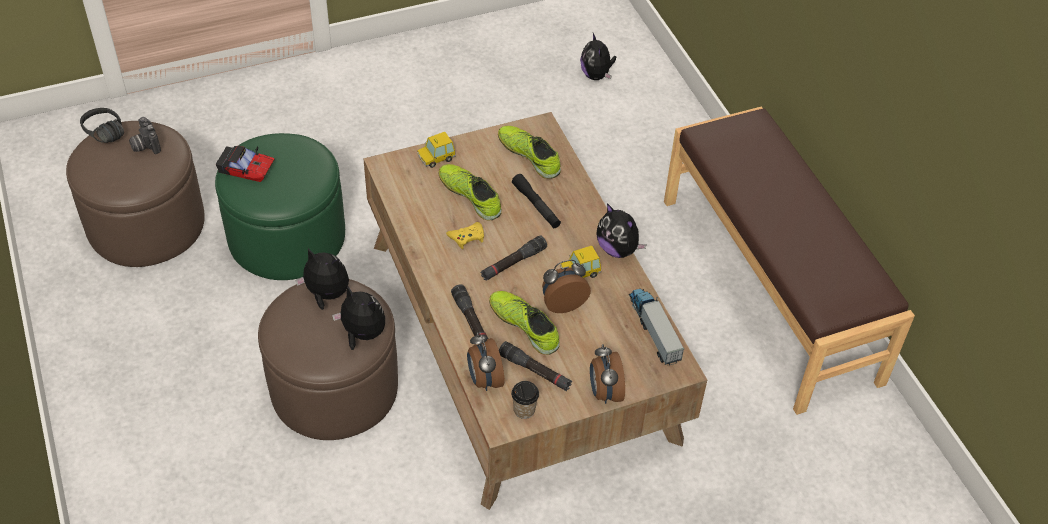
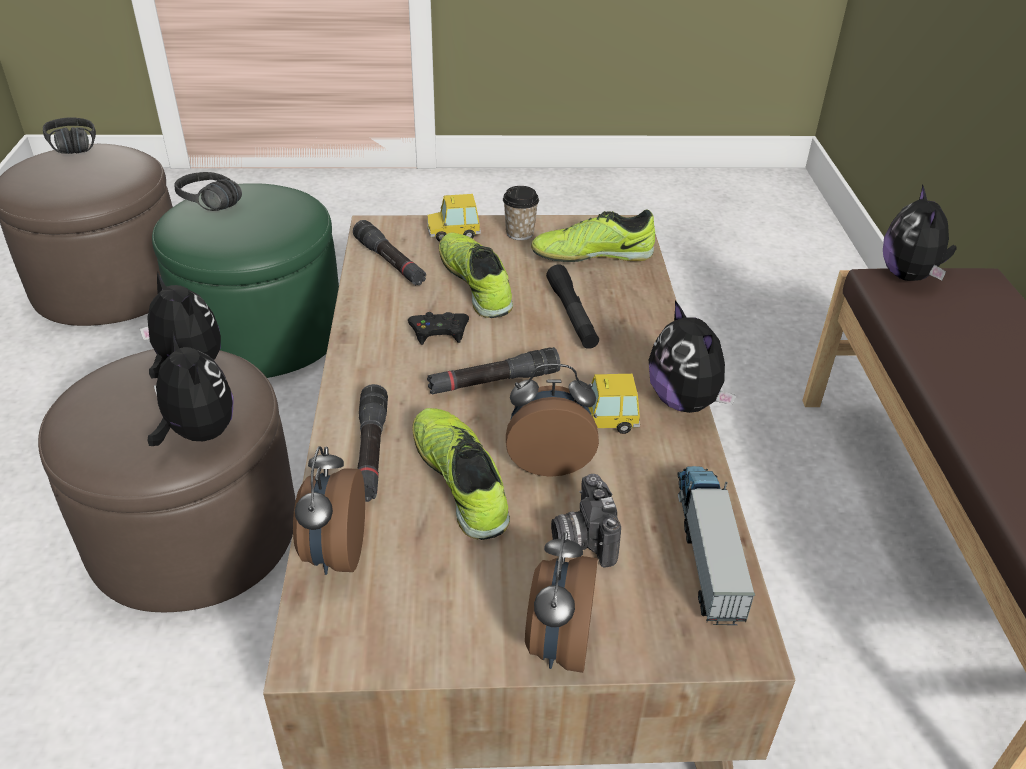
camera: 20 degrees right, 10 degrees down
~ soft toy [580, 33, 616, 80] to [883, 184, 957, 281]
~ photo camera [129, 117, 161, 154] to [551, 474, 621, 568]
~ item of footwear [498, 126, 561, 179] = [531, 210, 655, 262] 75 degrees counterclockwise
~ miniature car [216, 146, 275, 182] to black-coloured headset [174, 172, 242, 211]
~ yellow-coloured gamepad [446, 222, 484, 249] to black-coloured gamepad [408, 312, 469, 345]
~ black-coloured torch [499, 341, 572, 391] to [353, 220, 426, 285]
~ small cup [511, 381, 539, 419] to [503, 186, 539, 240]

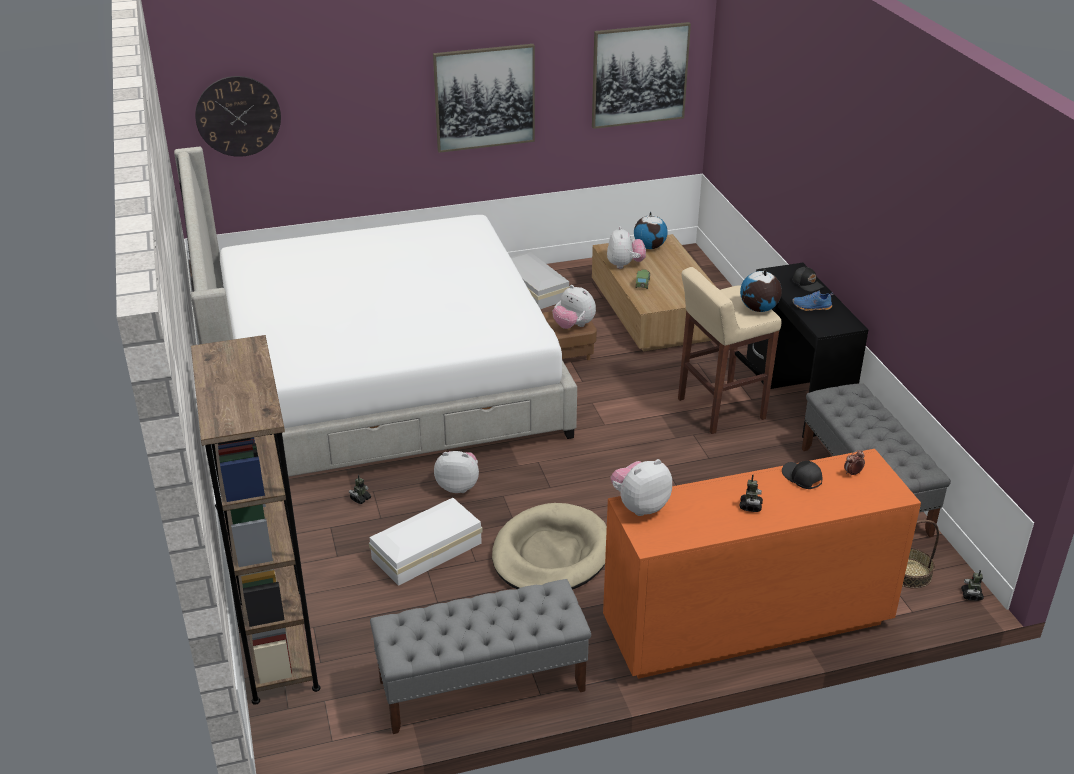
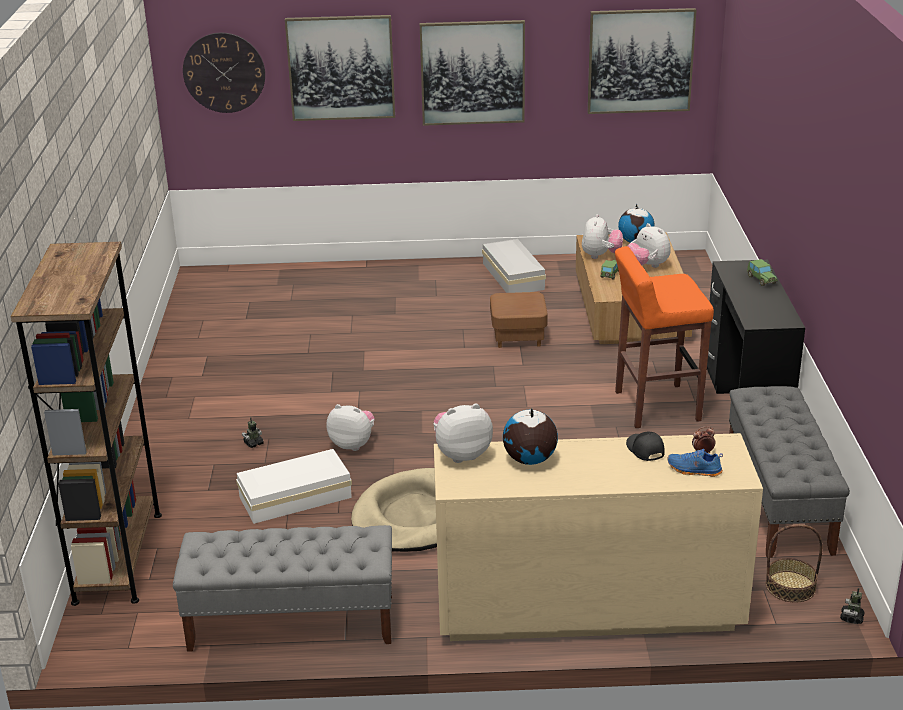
camera: 15 degrees right, 5 degrees down
- bed [174, 147, 577, 477]
~ beige stool [678, 267, 782, 434] to orangey stool [615, 246, 714, 428]
~ black-coloured cap [793, 267, 824, 292] to miniature car [747, 259, 778, 286]
~ desk globe [740, 269, 782, 312] to [503, 407, 558, 465]
~ soft toy [553, 285, 596, 329] to [627, 223, 671, 268]
~ blue-coloured item of footwear [792, 291, 833, 311] to [667, 449, 723, 477]
~ orangey chest of drawers [603, 449, 921, 679] to beige chest of drawers [434, 433, 763, 641]
- toy robot [739, 474, 763, 512]
+ wall art [285, 15, 395, 121]

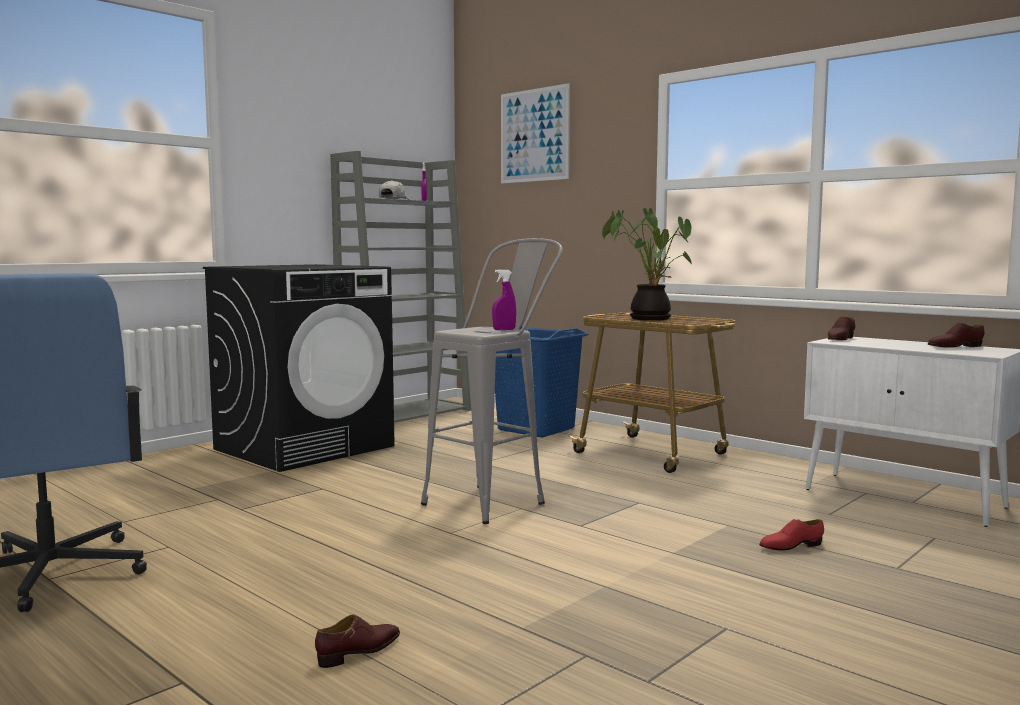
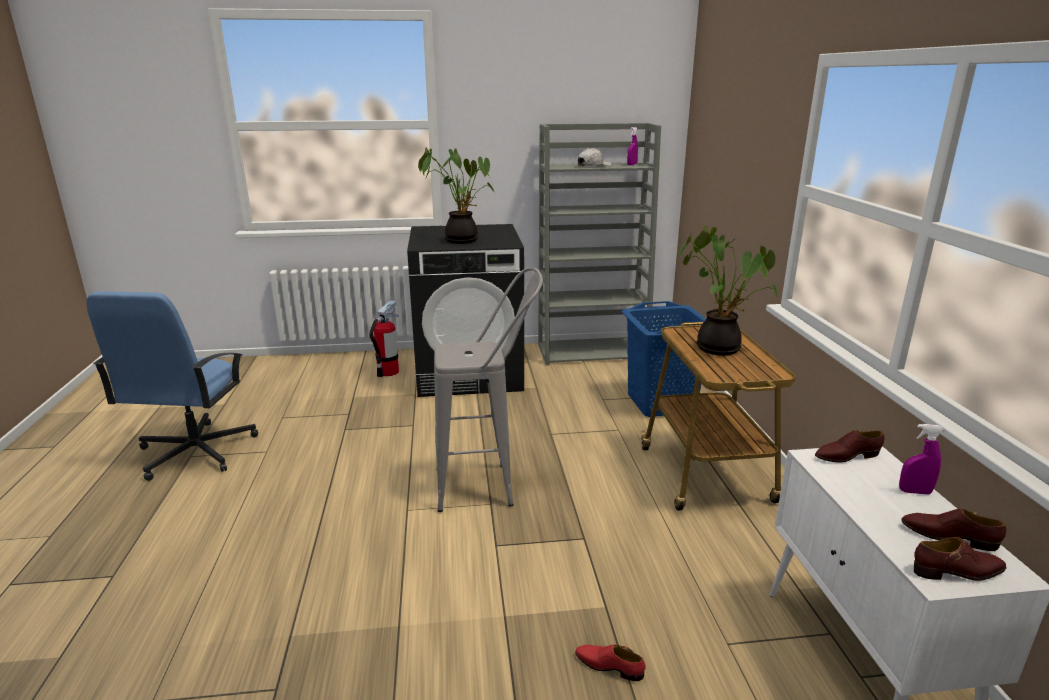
camera: 40 degrees right, 15 degrees up
- wall art [501, 83, 570, 183]
~ purple-coloured sprayer [492, 269, 516, 330] to [899, 424, 944, 495]
~ brownish item of footwear [315, 615, 400, 668] to [914, 537, 1007, 581]
+ houseplant [418, 147, 494, 244]
+ fire extinguisher [369, 300, 399, 377]

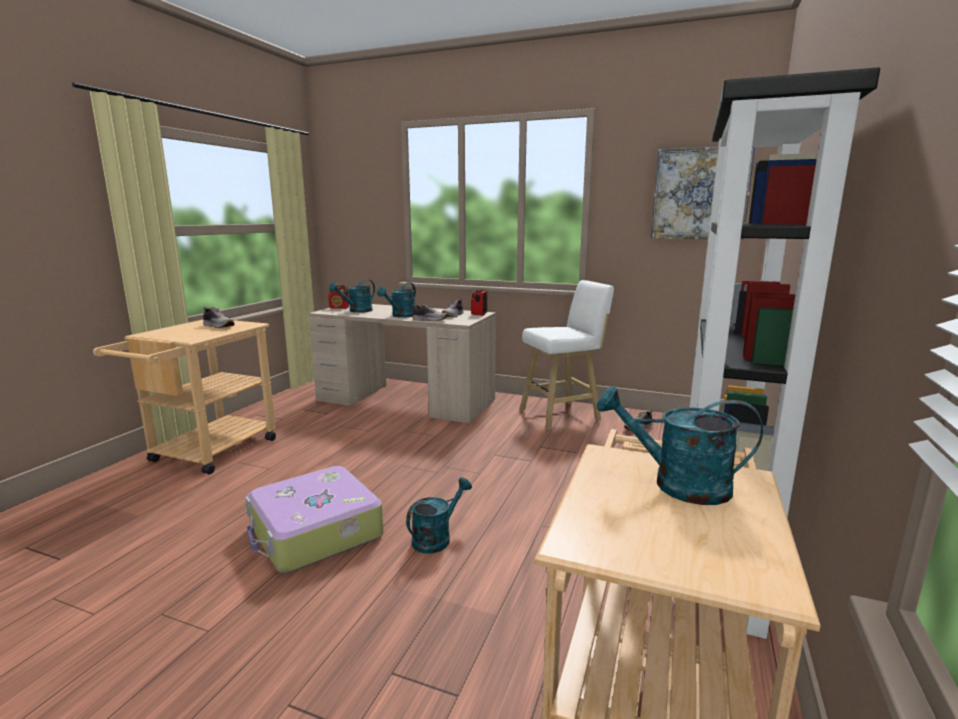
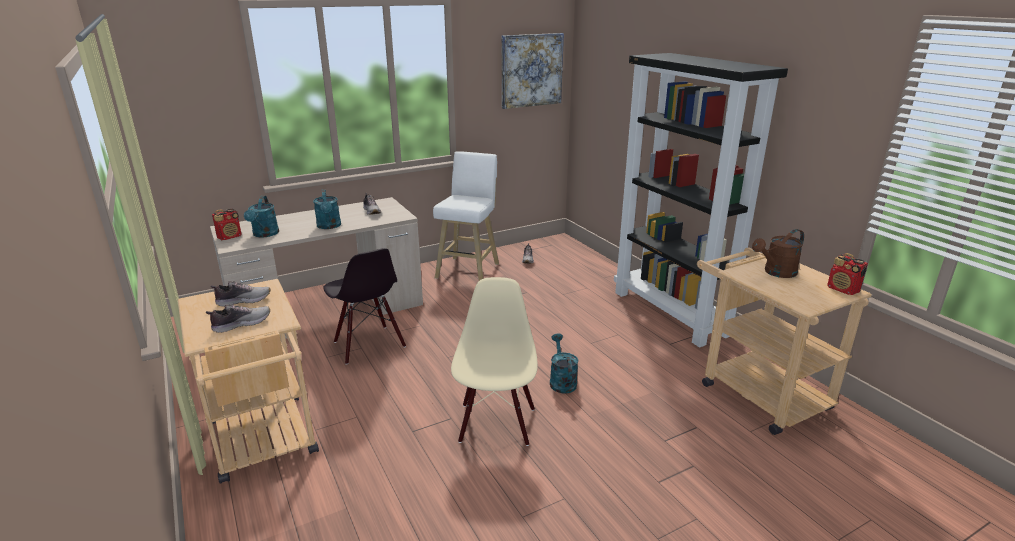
camera: 50 degrees left, 10 degrees up
~ radio [471, 288, 487, 316] to [827, 253, 868, 295]
~ item of footwear [412, 304, 448, 321] to [206, 304, 270, 333]
~ turquoise-coloured sprinkling can [596, 386, 763, 505] to brownish sprinkling can [752, 229, 804, 278]
~ travel case [245, 466, 384, 573] to beige upright chair [451, 277, 538, 446]
+ black-coloured upright chair [323, 248, 406, 365]

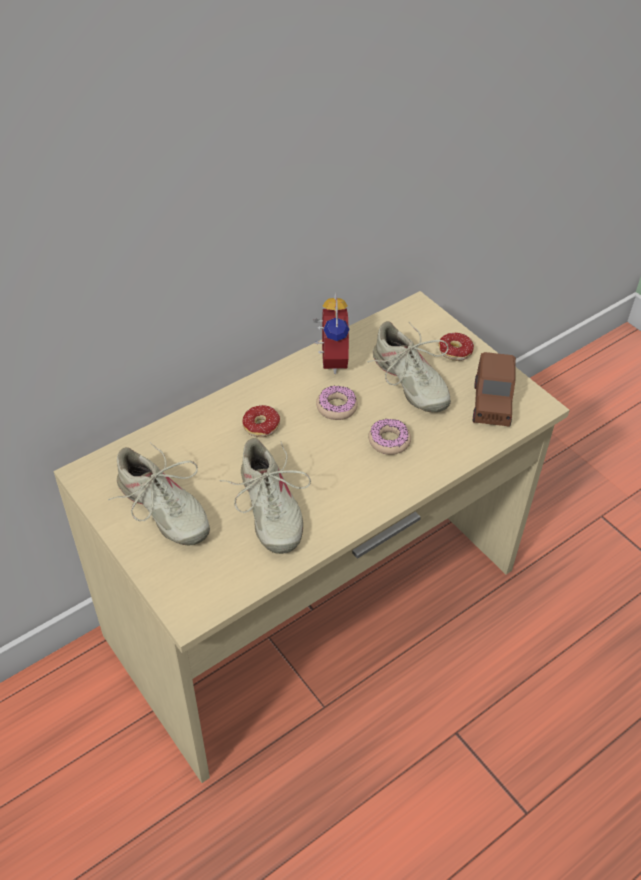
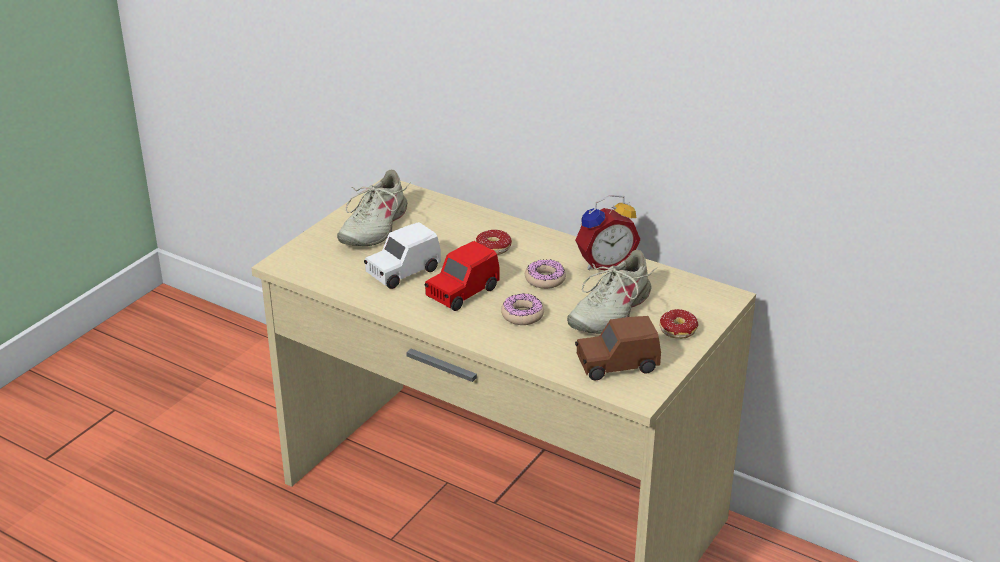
camera: 70 degrees right, 15 degrees down
~ beige item of footwear [220, 438, 311, 554] to white-coloured miniature car [364, 222, 441, 289]
+ reddish miniature car [425, 241, 500, 311]

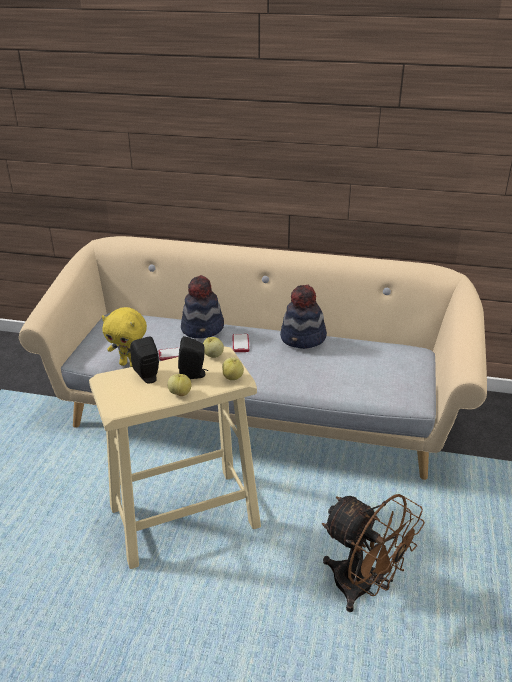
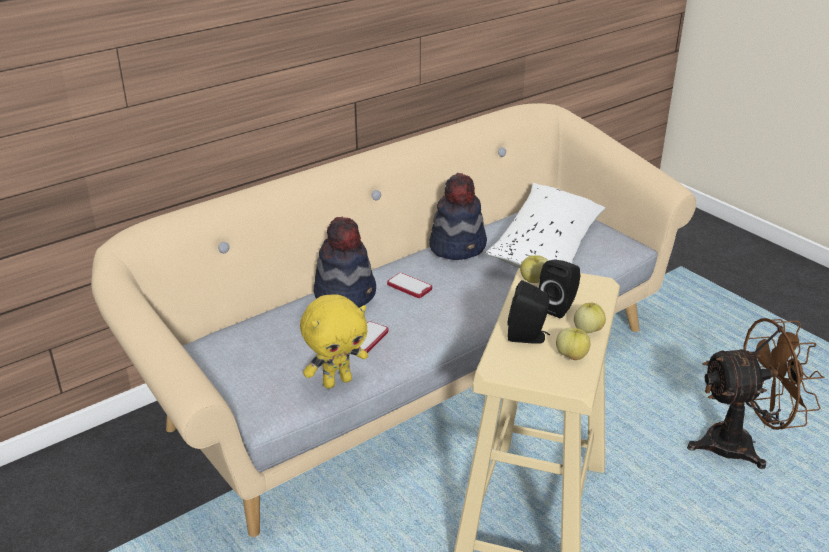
camera: 50 degrees left, 0 degrees up
~ whole apple [222, 357, 244, 380] to [556, 327, 590, 360]
+ white-coloured throw pillow [485, 183, 605, 268]

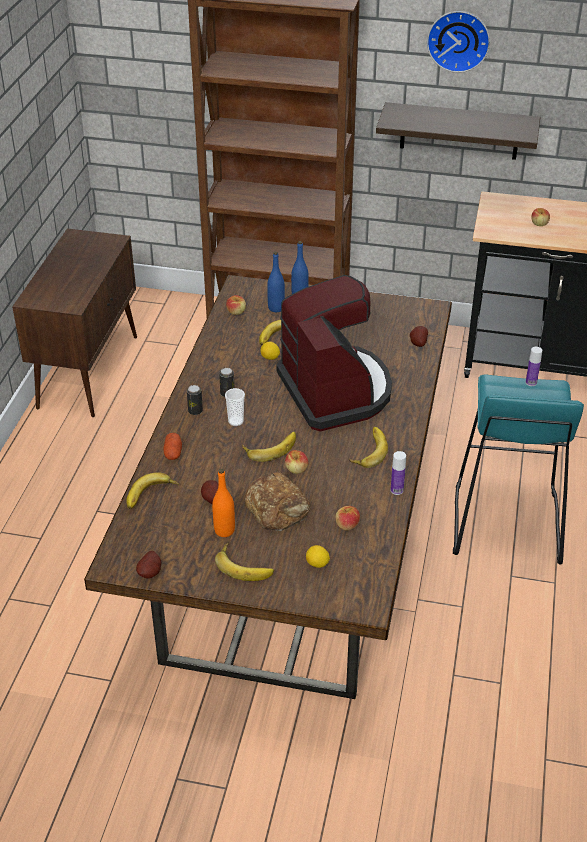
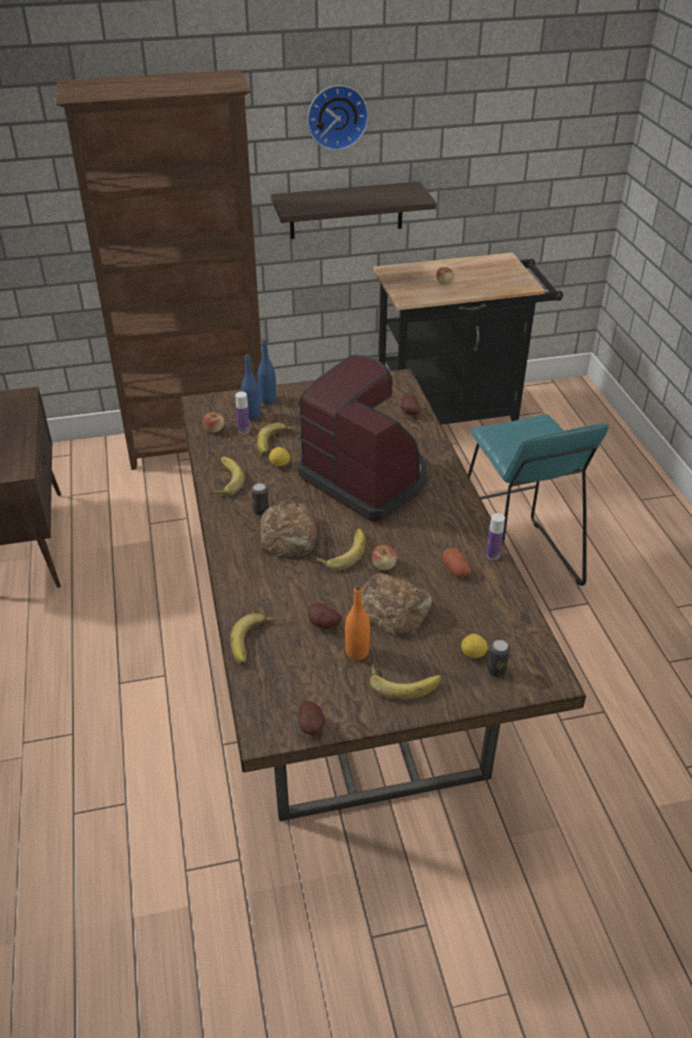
camera: 25 degrees left, 0 degrees up
~ bottle [526, 347, 542, 386] to [235, 392, 250, 434]
~ sealed can [187, 385, 203, 415] to [487, 640, 510, 677]
~ small cup [225, 388, 245, 426] to baked bread [260, 500, 317, 558]
~ banana fruit [349, 427, 388, 468] to [212, 457, 245, 495]
~ spud [163, 433, 182, 460] to [442, 548, 471, 577]
- whole apple [335, 506, 360, 530]

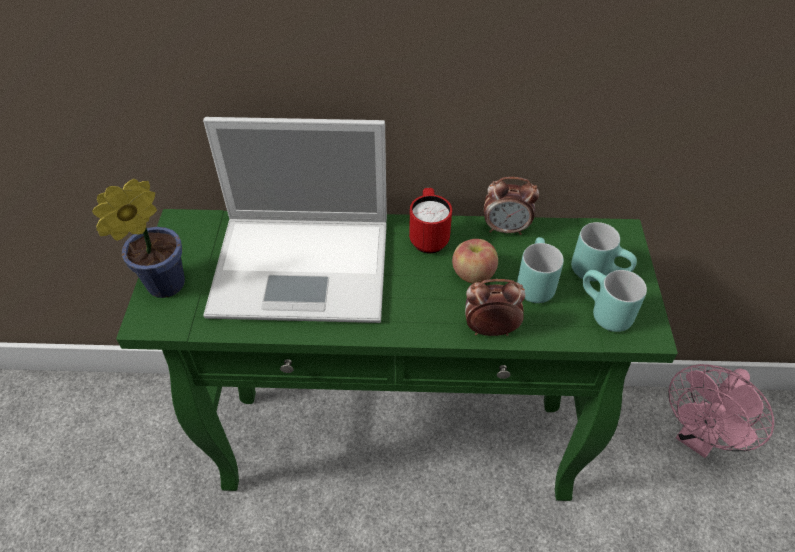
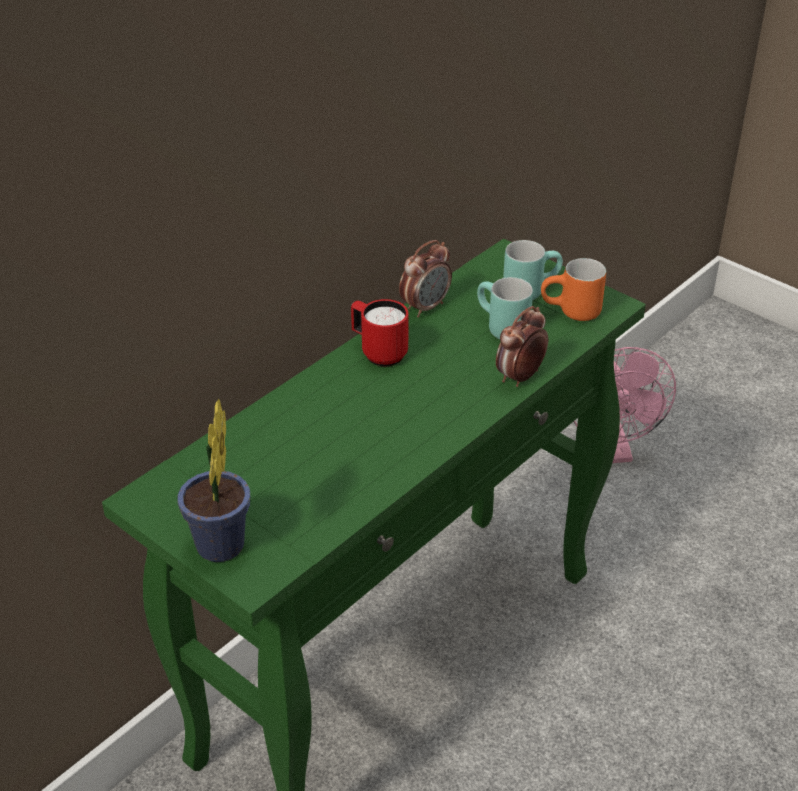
camera: 50 degrees left, 10 degrees down
- notebook computer [203, 117, 387, 323]
- whole apple [452, 239, 498, 284]
~ turquoise-coloured coffee mug [583, 270, 647, 332] to orangey coffee mug [541, 258, 606, 321]

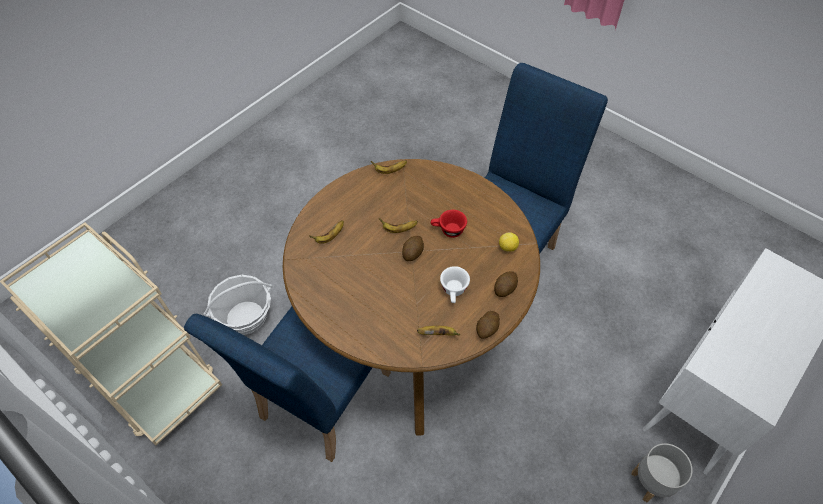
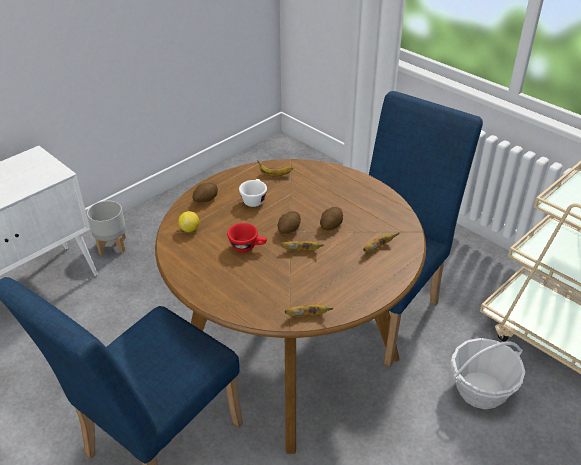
camera: 175 degrees left, 15 degrees down
~ spud [476, 311, 500, 339] to [320, 207, 343, 230]

